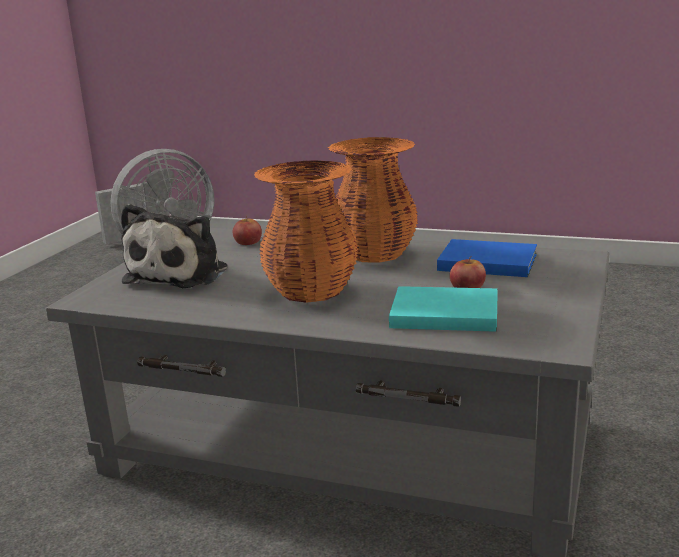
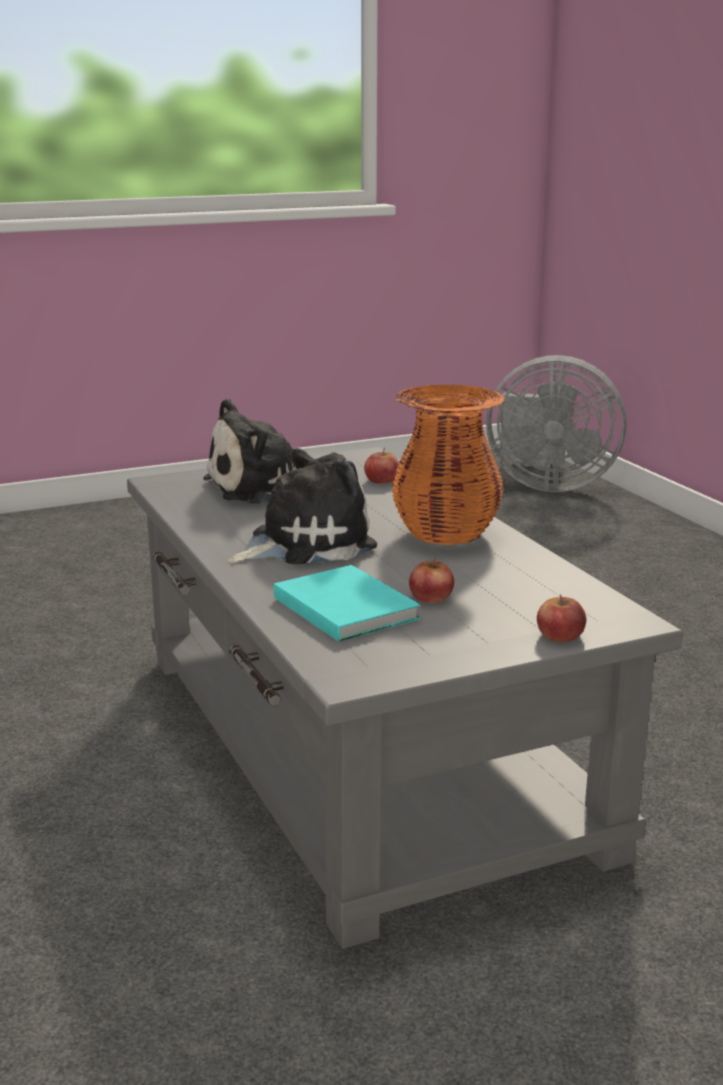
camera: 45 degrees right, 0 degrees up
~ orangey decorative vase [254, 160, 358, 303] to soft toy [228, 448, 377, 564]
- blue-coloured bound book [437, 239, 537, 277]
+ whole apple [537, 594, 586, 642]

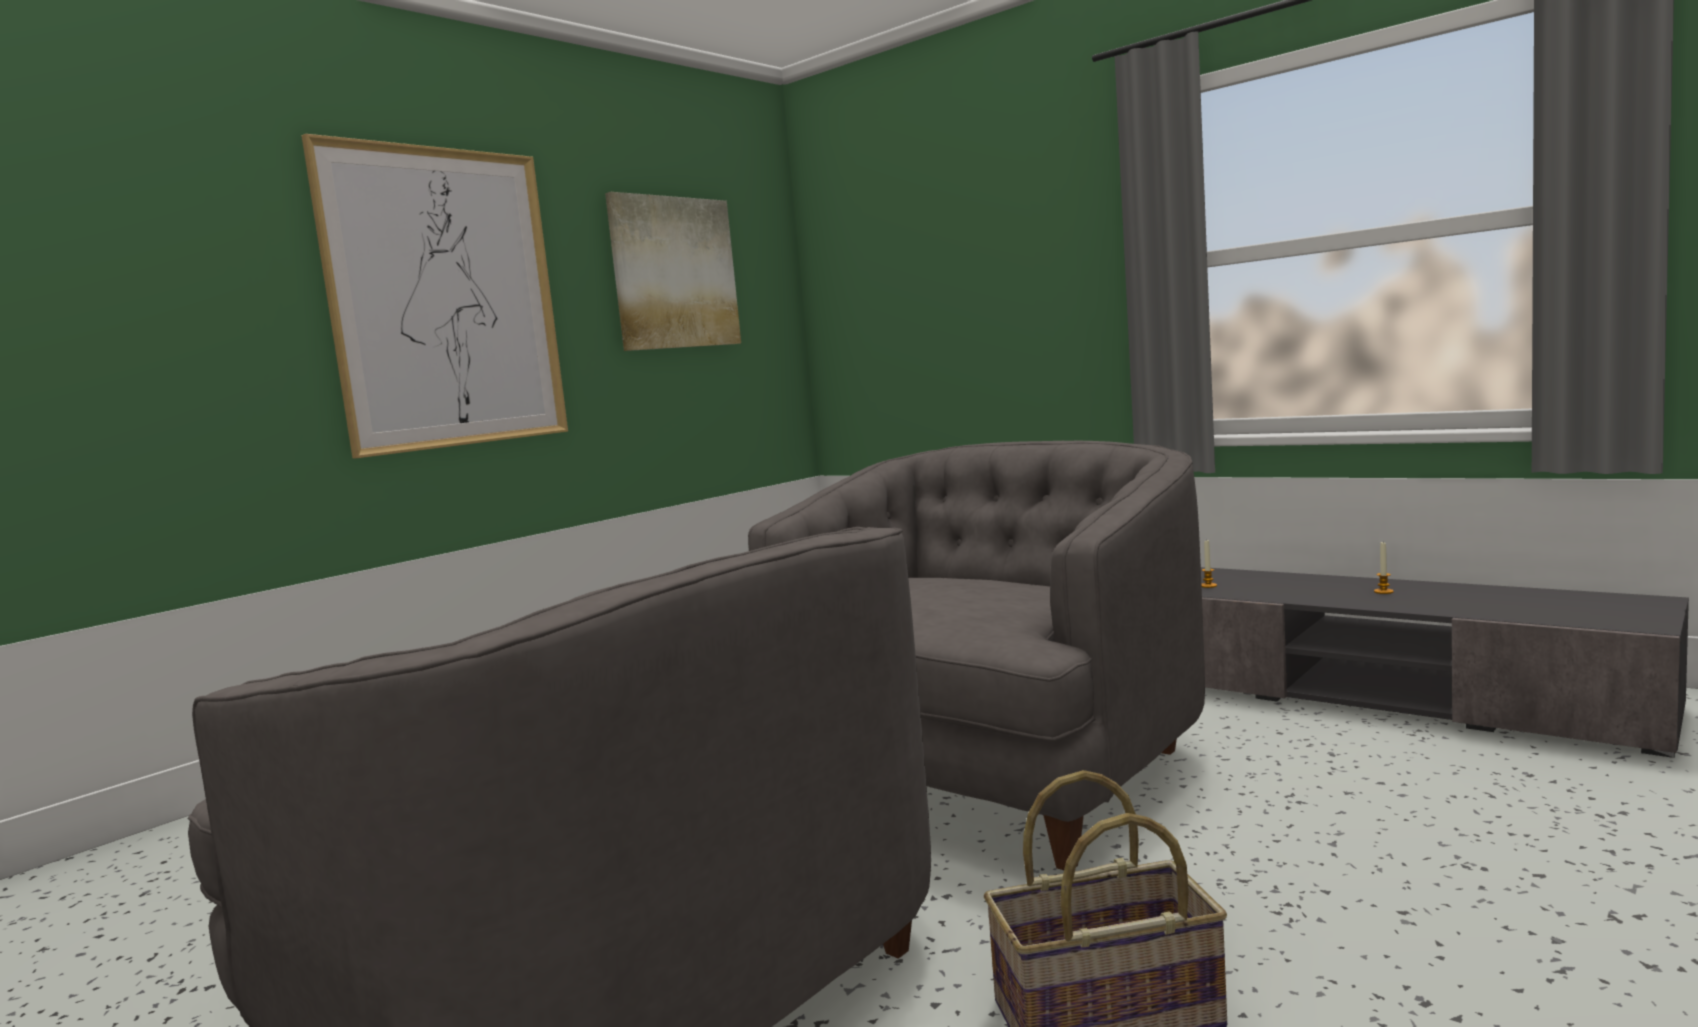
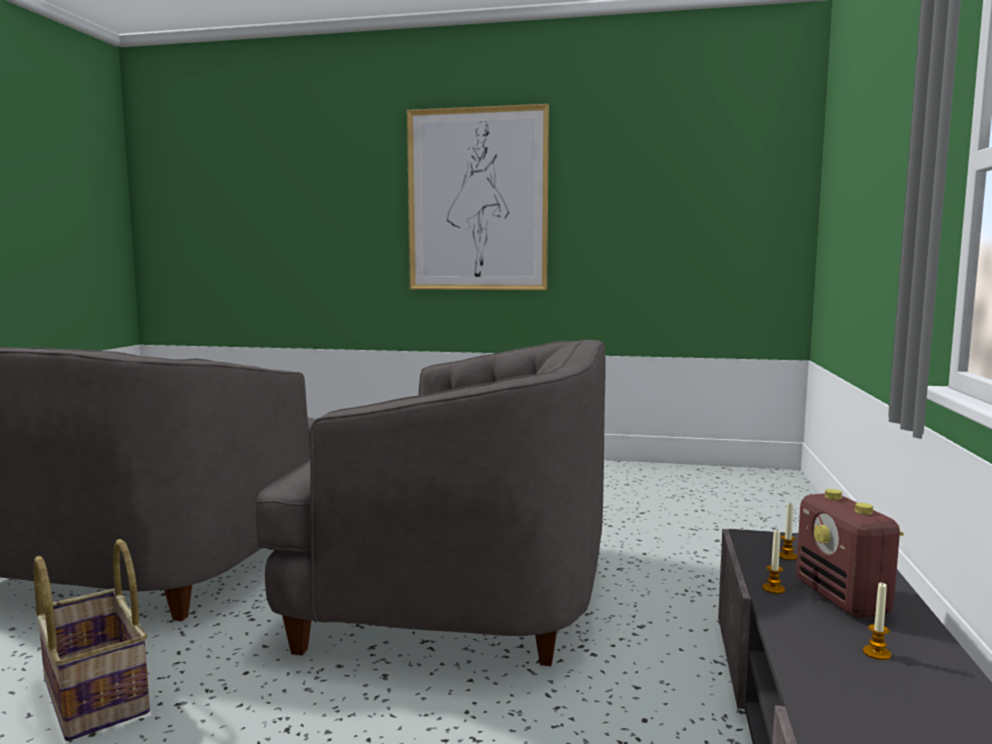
camera: 60 degrees right, 0 degrees up
- wall art [605, 192, 741, 351]
+ radio [796, 489, 904, 618]
+ wax light [762, 530, 785, 594]

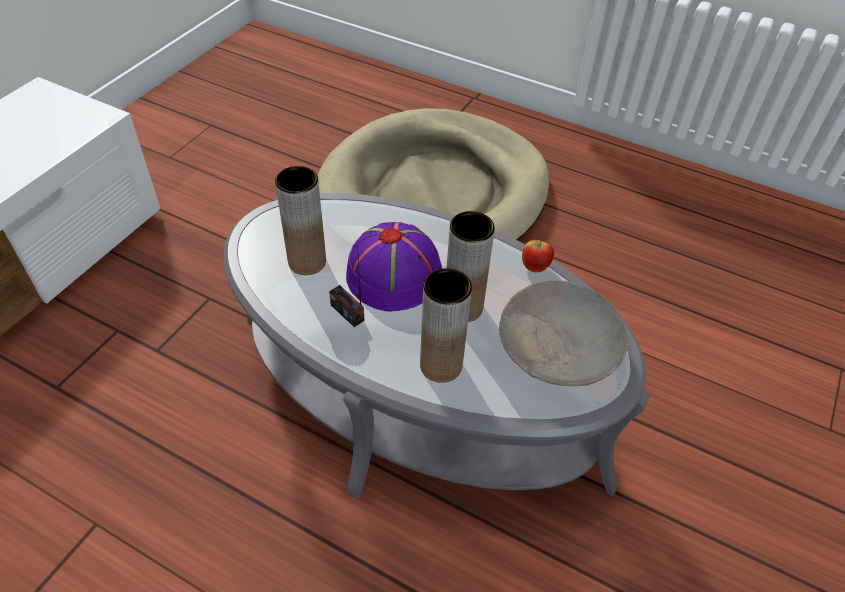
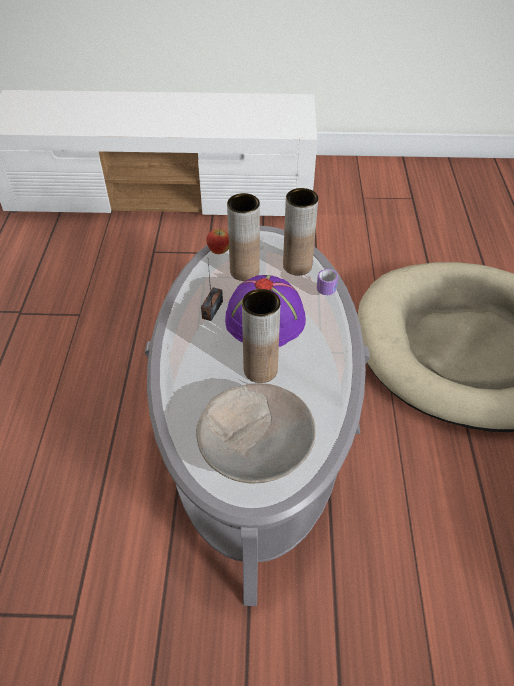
camera: 65 degrees right, 0 degrees up
~ whole apple [522, 238, 554, 273] to [206, 228, 229, 254]
~ brownish decorative vase [420, 268, 472, 383] to [283, 188, 318, 276]
+ coffee mug [317, 268, 338, 295]

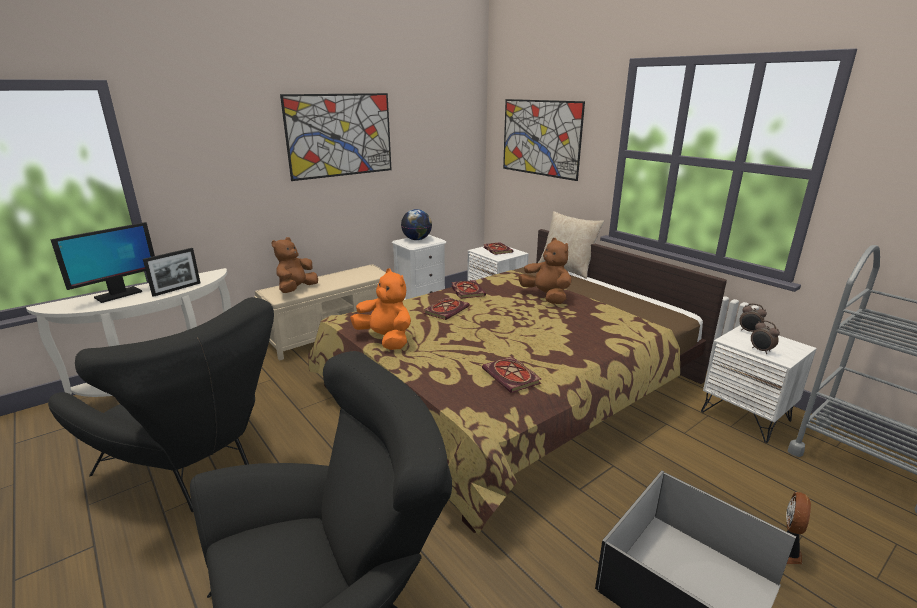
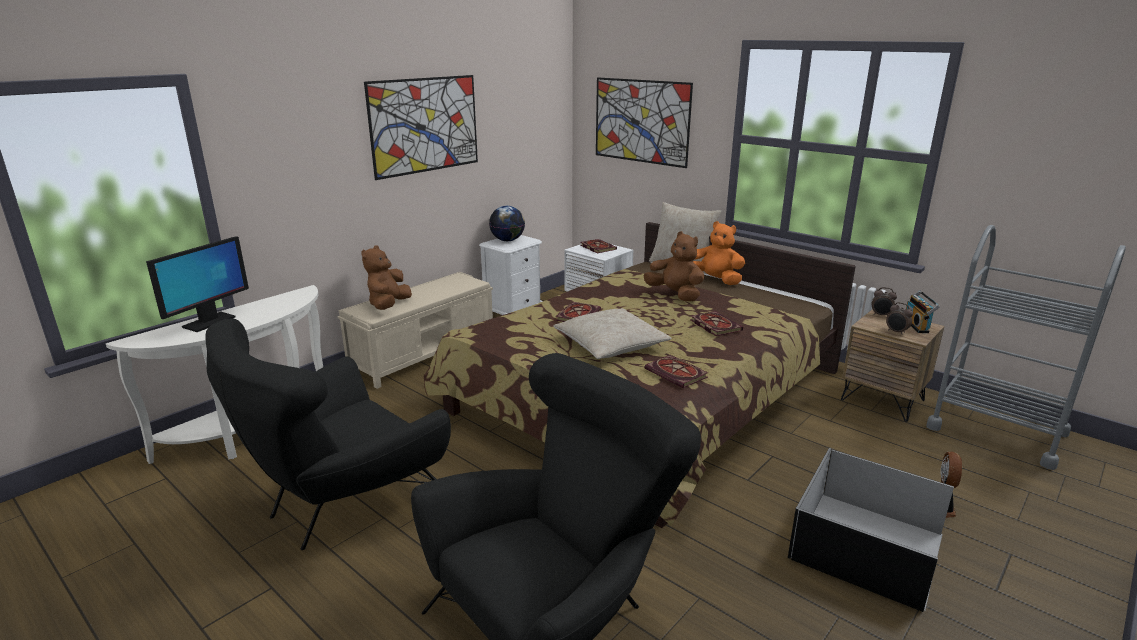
camera: 10 degrees left, 0 degrees up
- picture frame [143, 248, 200, 297]
~ orangey soft toy [350, 268, 411, 350] to [693, 221, 745, 285]
~ bound book [451, 280, 486, 299] to [690, 311, 743, 336]
~ black-coloured lounge chair [48, 297, 274, 512] = [205, 318, 451, 550] 105 degrees clockwise
~ white-coloured night table [701, 325, 817, 443] to brownish night table [841, 309, 944, 422]
+ radio [906, 291, 940, 333]
+ beige throw pillow [553, 308, 671, 359]

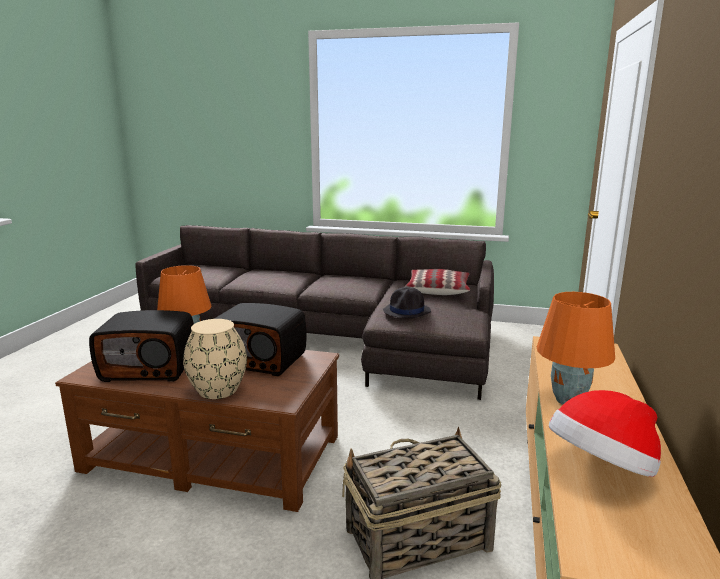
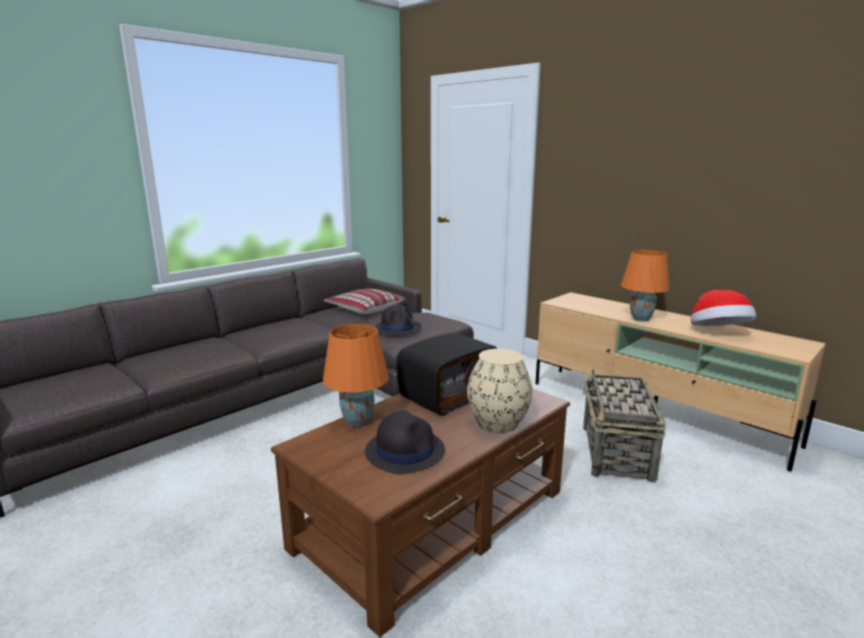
camera: 60 degrees left, 0 degrees up
~ radio [89, 310, 194, 382] to black-coloured clothing hat [365, 411, 445, 474]

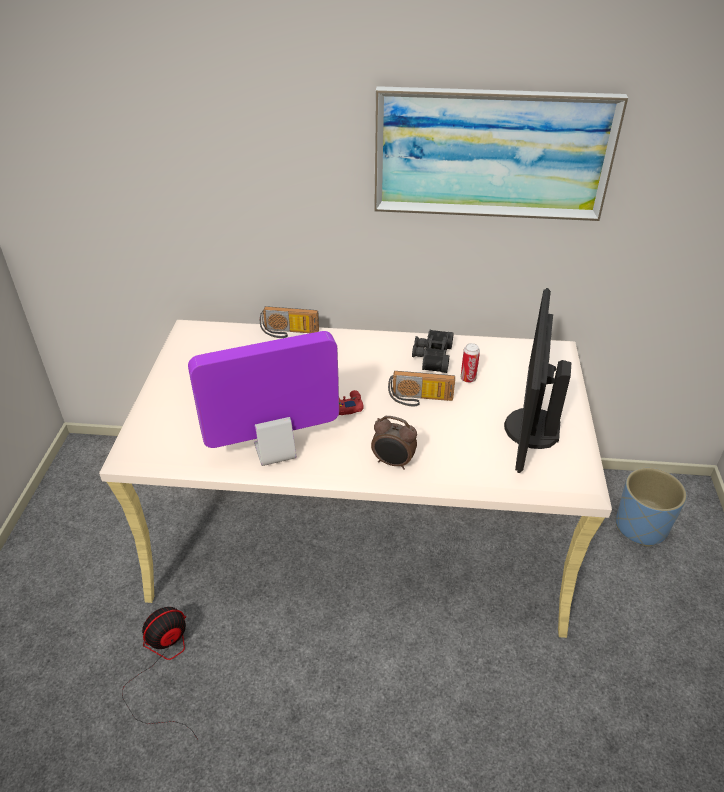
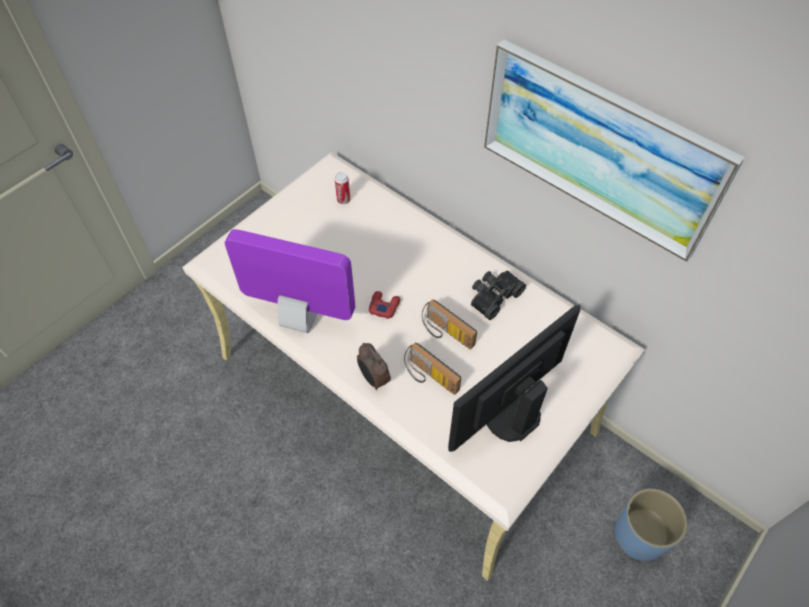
camera: 35 degrees right, 15 degrees up
~ radio [260, 306, 319, 338] to [404, 343, 461, 395]
~ sealed can [461, 343, 480, 383] to [335, 172, 350, 204]
- cooling fan [122, 607, 198, 739]

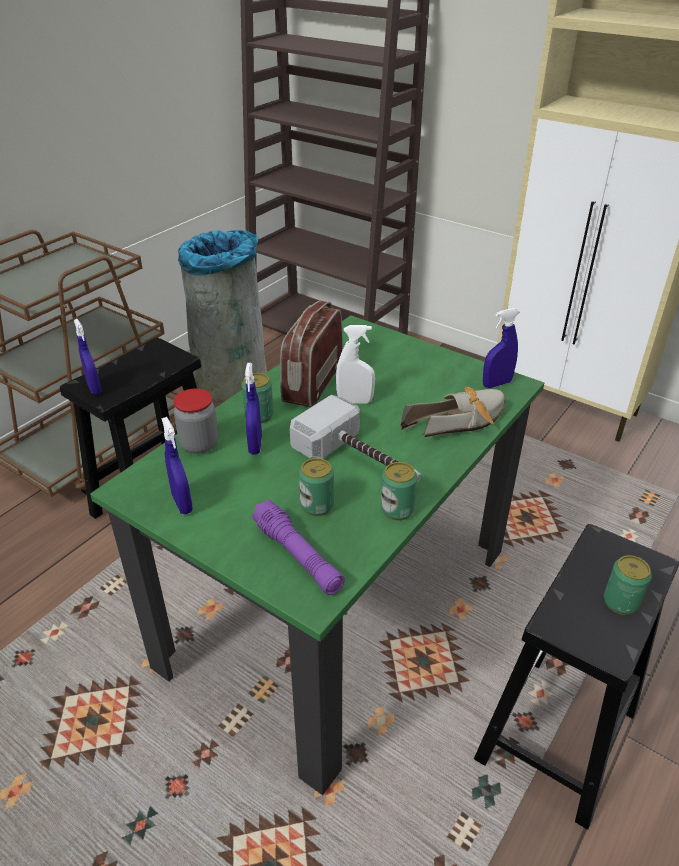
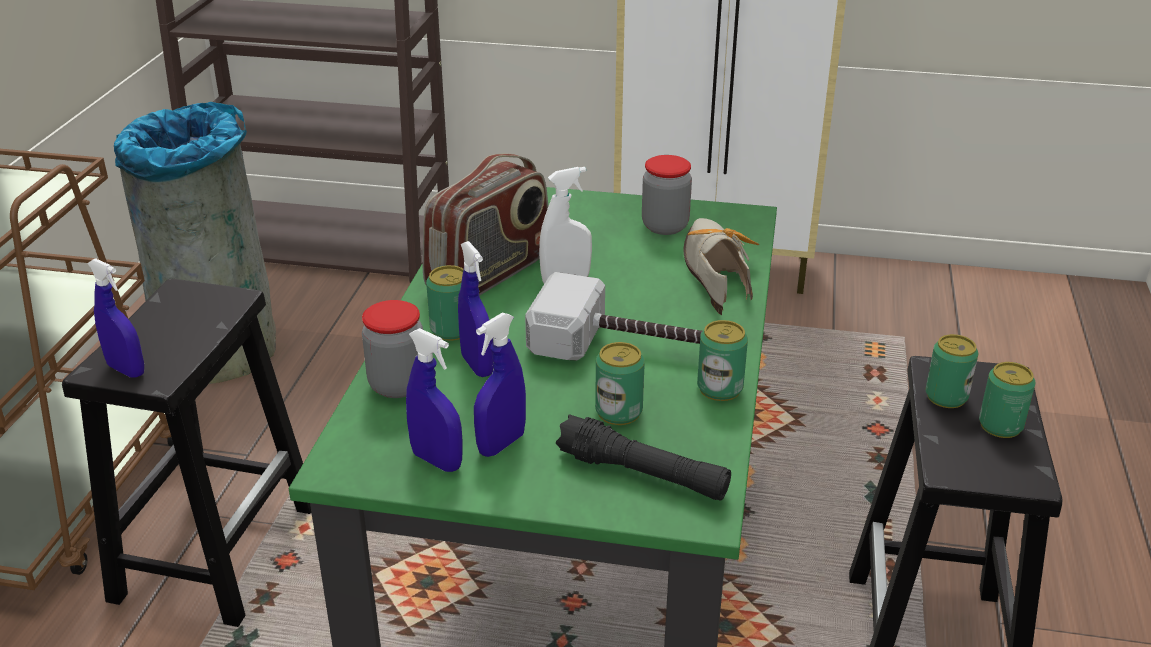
camera: 25 degrees left, 5 degrees down
~ radio [280, 301, 343, 407] = [422, 153, 548, 296] 135 degrees counterclockwise
~ blue-coloured sprayer [483, 308, 519, 388] to [474, 313, 526, 457]
~ item of footwear [400, 387, 505, 437] = [684, 218, 759, 316] 45 degrees counterclockwise
~ purple-coloured torch [252, 499, 345, 595] to black-coloured torch [556, 414, 731, 501]
+ jar [642, 155, 692, 235]
+ sealed can [926, 334, 978, 408]

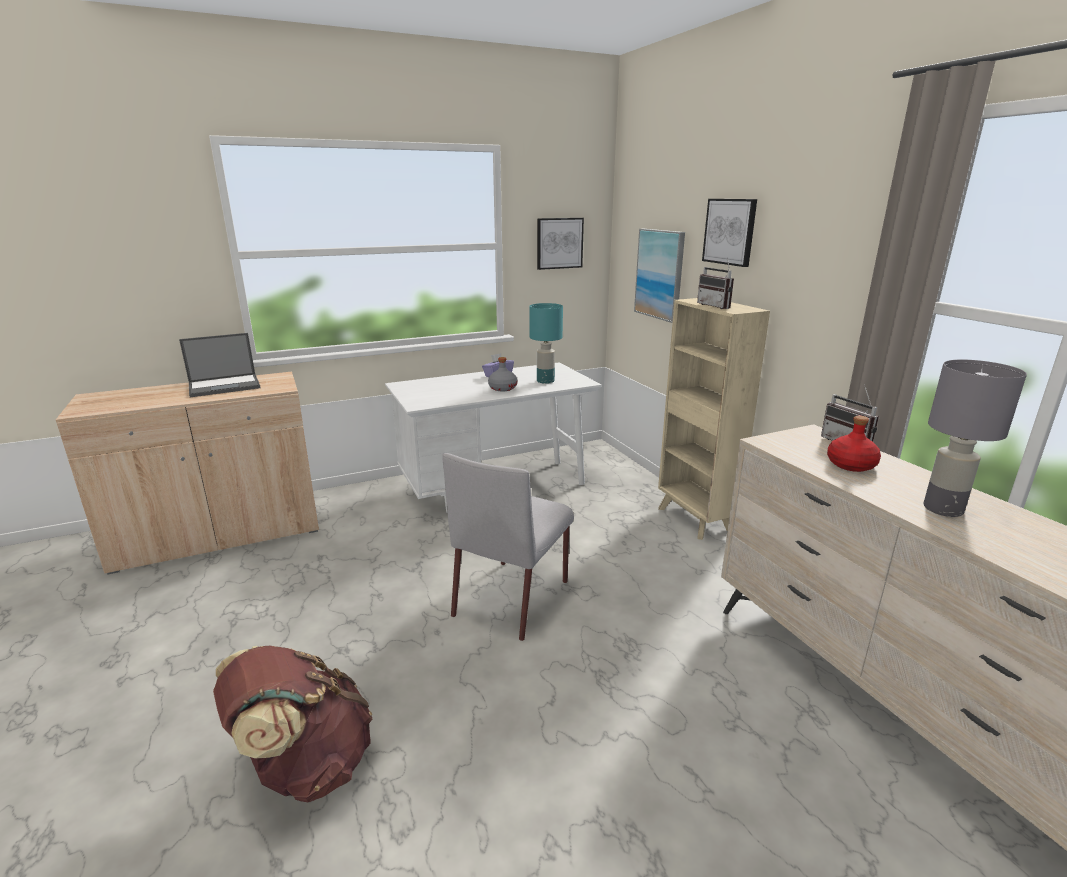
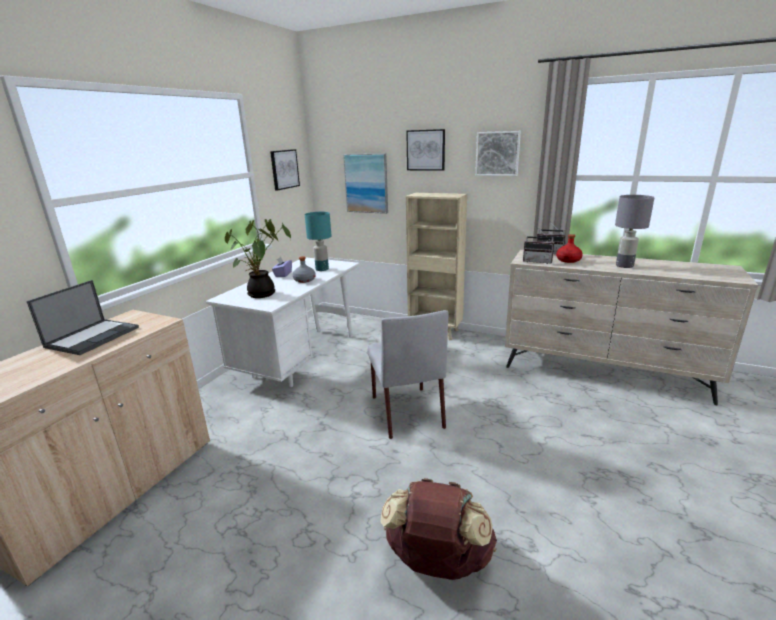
camera: 40 degrees left, 0 degrees up
~ radio [697, 257, 734, 309] to [523, 231, 555, 264]
+ wall art [475, 131, 521, 176]
+ houseplant [225, 219, 291, 298]

